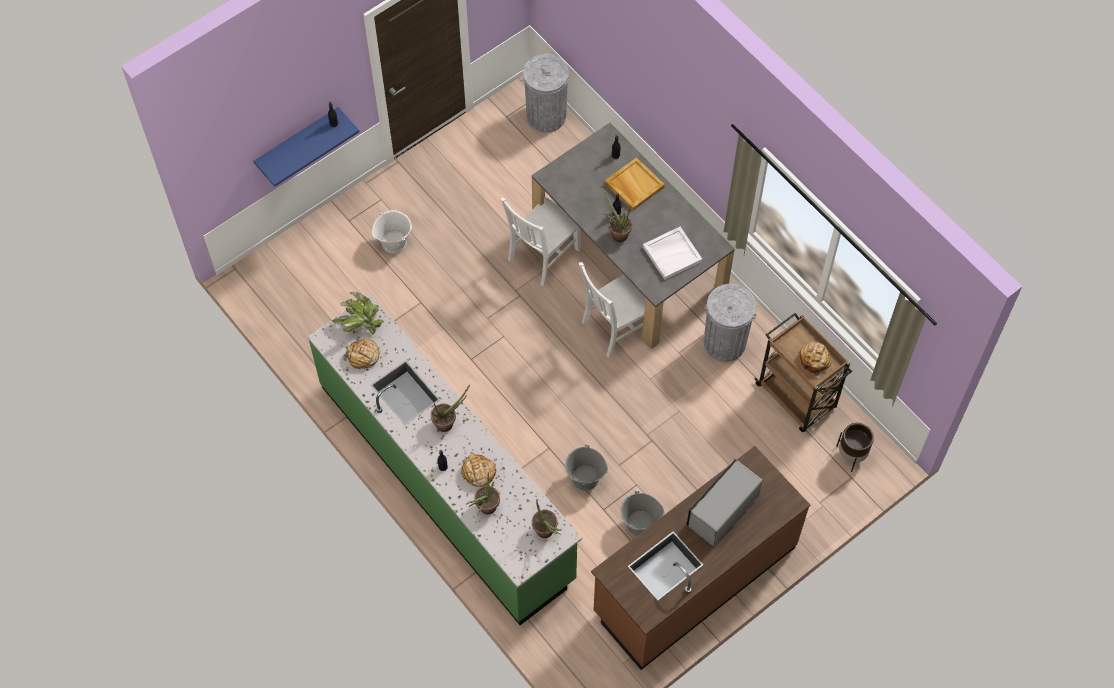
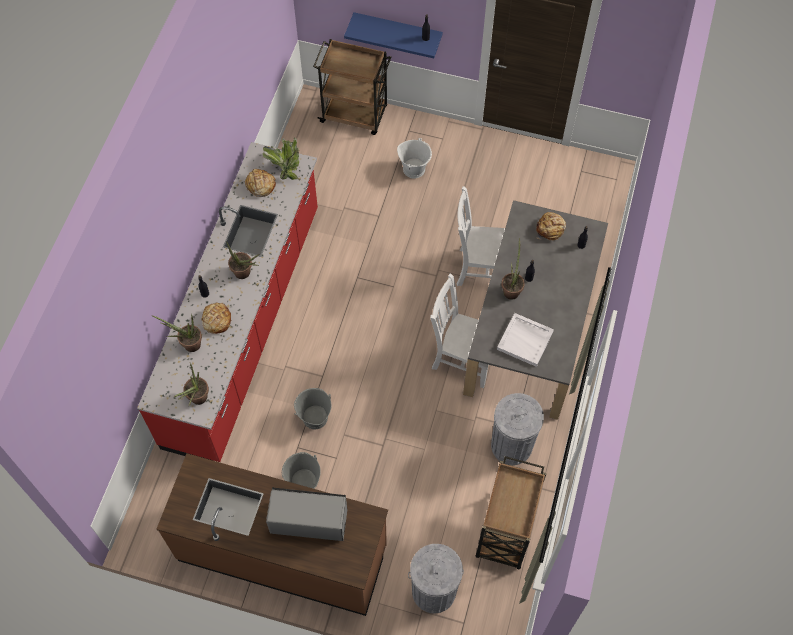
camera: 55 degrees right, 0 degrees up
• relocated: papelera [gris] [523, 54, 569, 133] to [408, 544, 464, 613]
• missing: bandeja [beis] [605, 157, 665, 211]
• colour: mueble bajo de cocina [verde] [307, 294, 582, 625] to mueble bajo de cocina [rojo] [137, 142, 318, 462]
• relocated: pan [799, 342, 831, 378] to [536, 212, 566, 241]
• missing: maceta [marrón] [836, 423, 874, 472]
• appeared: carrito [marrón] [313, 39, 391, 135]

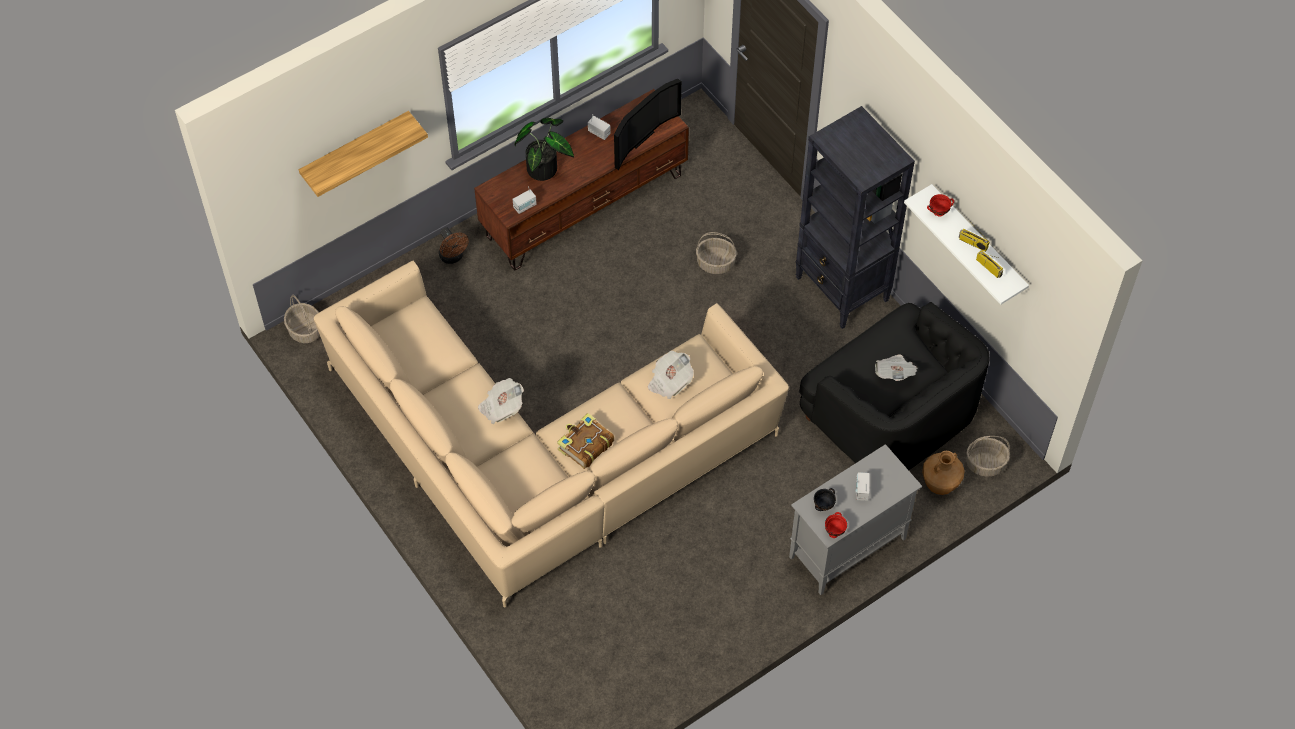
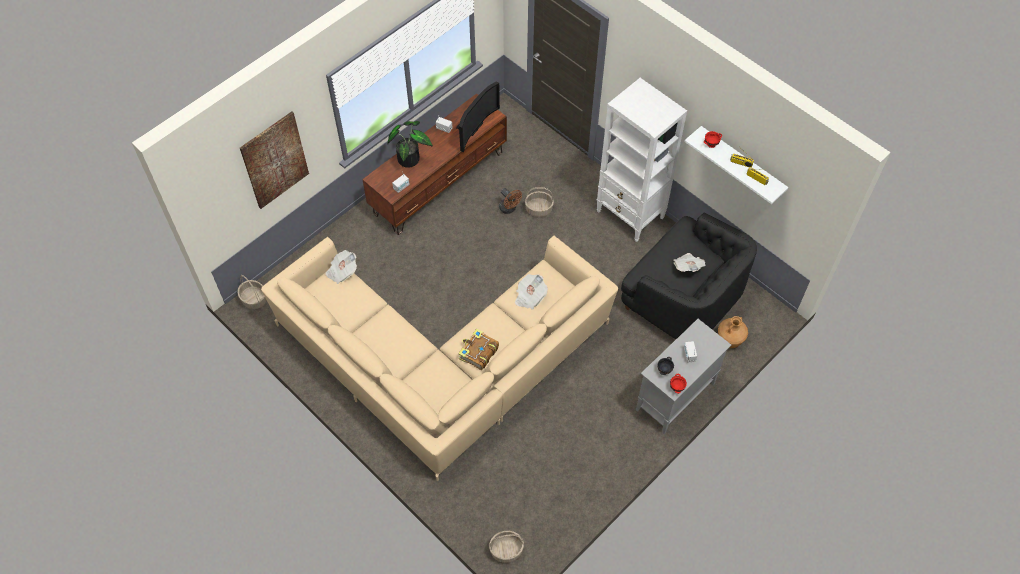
camera: 10 degrees left, 0 degrees up
• colour: estantería [negro] [795, 106, 915, 329] to estantería [blanco] [596, 78, 687, 242]
• exchanged: estante [299, 111, 428, 197] to cuadro [240, 111, 309, 209]
• relocated: ventilador [marrón] [439, 227, 469, 264] to [499, 188, 522, 214]
• relocated: periódico [478, 378, 524, 424] to [325, 250, 357, 284]
• relocated: cesta [966, 436, 1010, 477] to [489, 531, 524, 563]

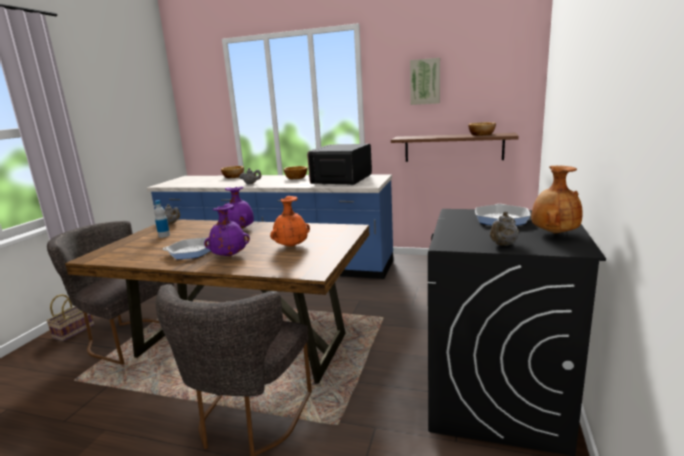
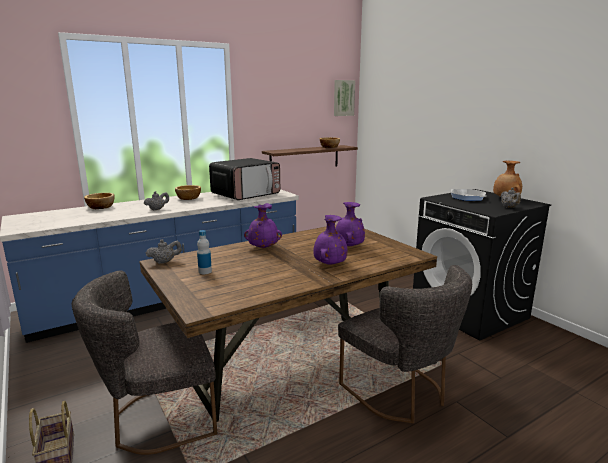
camera: 50 degrees left, 0 degrees up
• relocated: cuadro [410, 58, 440, 105] to [334, 80, 355, 116]
• spun: microondas [307, 144, 372, 185] = [209, 158, 280, 200] 105 degrees counterclockwise
• colour: florero [naranja] [270, 196, 310, 246] to florero [morado] [335, 202, 365, 247]
• missing: sartén [163, 238, 211, 259]

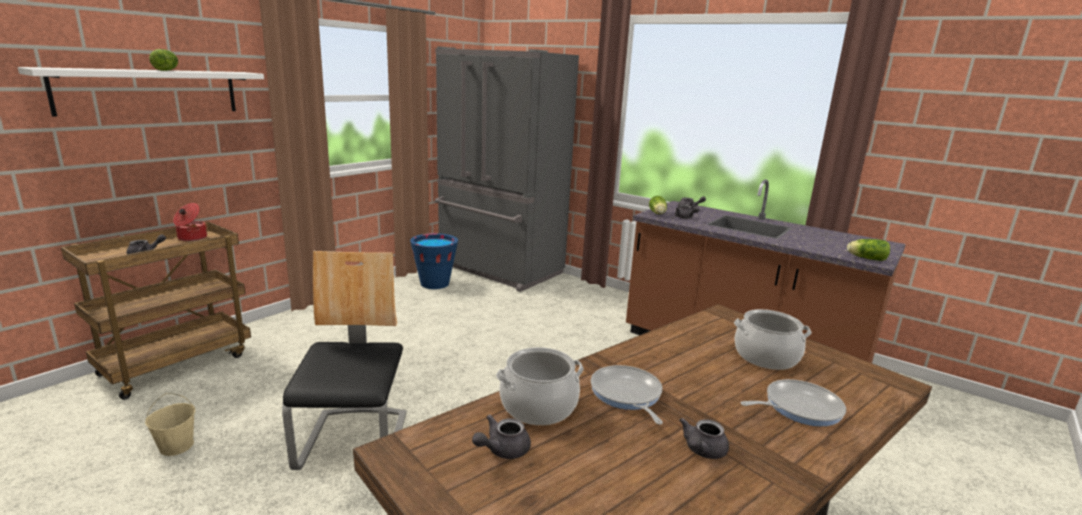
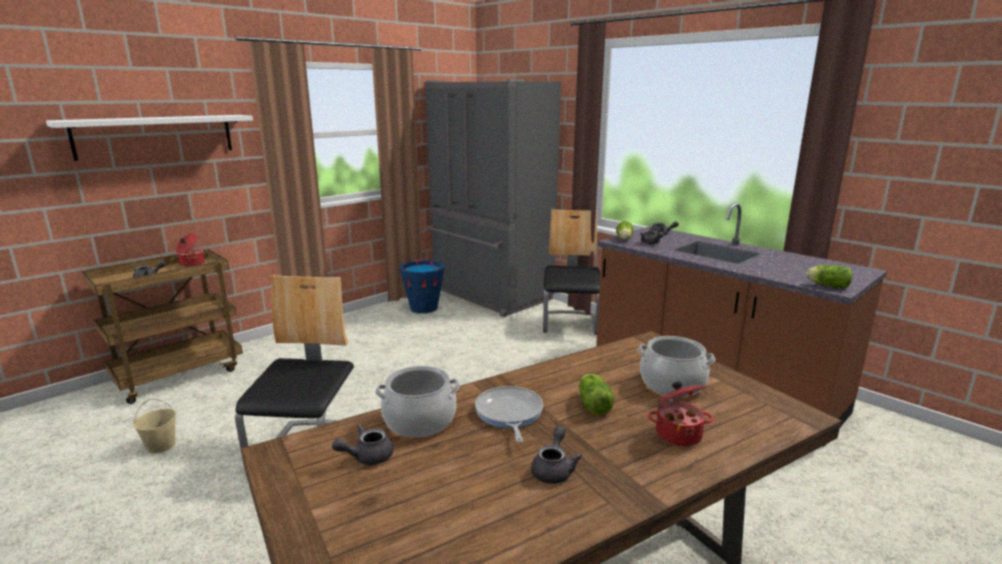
camera: 10 degrees right, 0 degrees up
• relocated: lechuga [149, 49, 178, 71] to [579, 374, 615, 416]
• exchanged: sartén [740, 379, 846, 426] to olla [648, 381, 714, 447]
• spun: tetera [gris] [679, 418, 729, 459] = [531, 426, 582, 484] 150 degrees clockwise
• appeared: silla [543, 209, 600, 335]

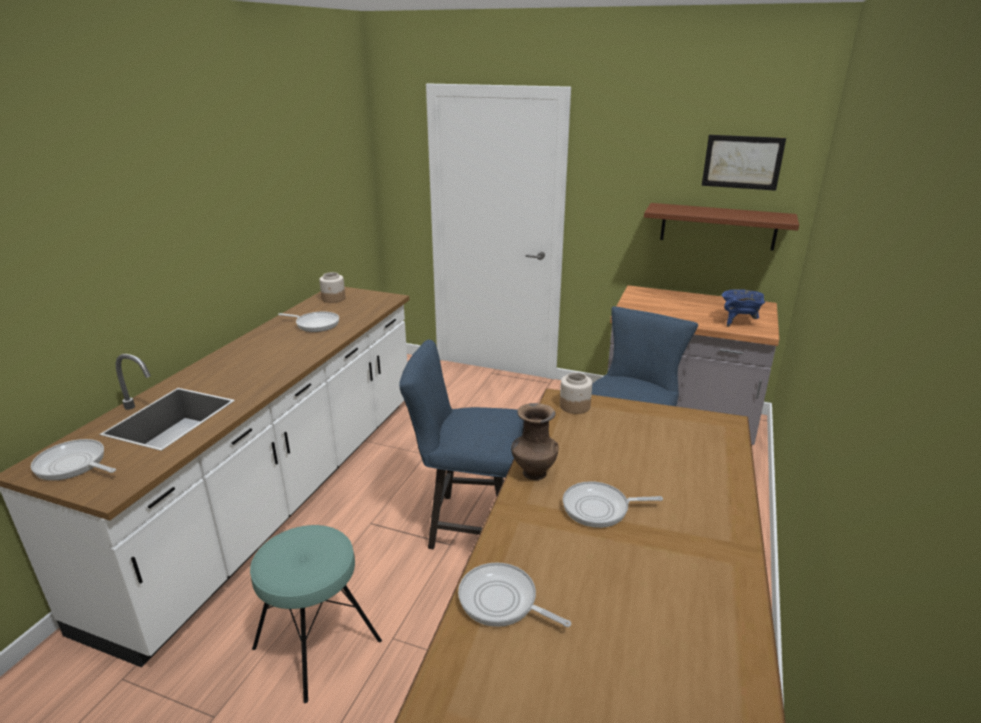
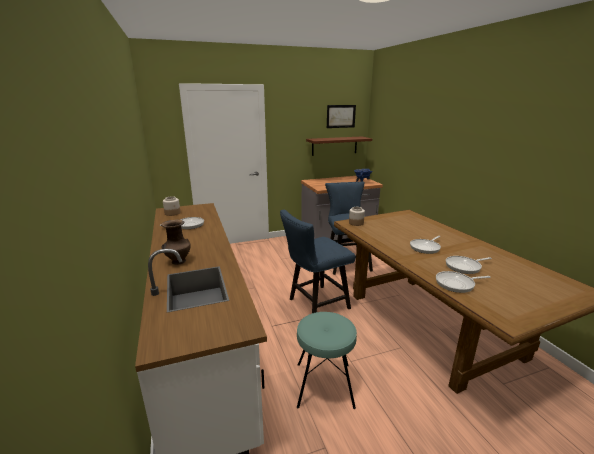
camera: 40 degrees left, 5 degrees down
• relocated: florero [marrón] [511, 403, 558, 480] to [161, 220, 191, 265]
• relocated: sartén [31, 439, 116, 480] to [446, 256, 492, 274]

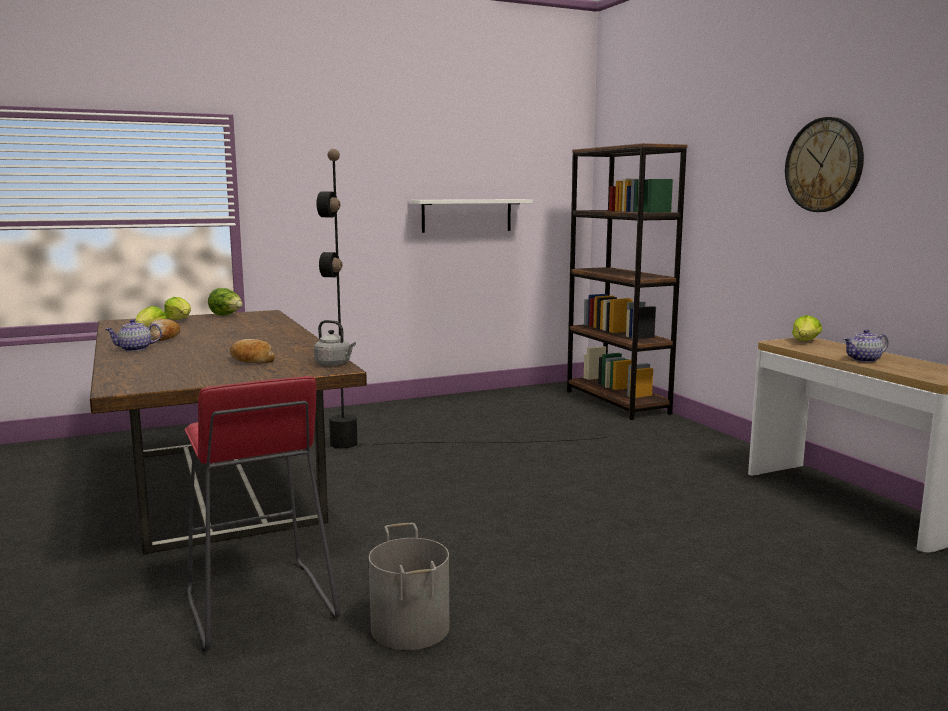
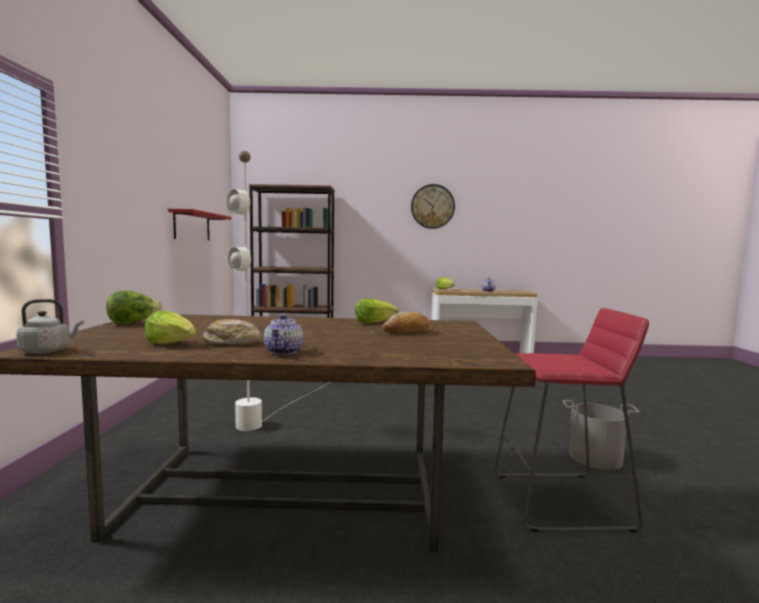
camera: 65 degrees left, 5 degrees down
• colour: lámpara de pie [negro] [317, 149, 608, 449] to lámpara de pie [blanco] [227, 151, 330, 431]
• colour: estante [blanco] [410, 199, 533, 233] to estante [rojo] [168, 209, 231, 240]
• relocated: lechuga [164, 297, 191, 320] to [355, 299, 398, 323]
• relocated: hervidor [gris] [314, 320, 356, 366] to [16, 299, 84, 354]

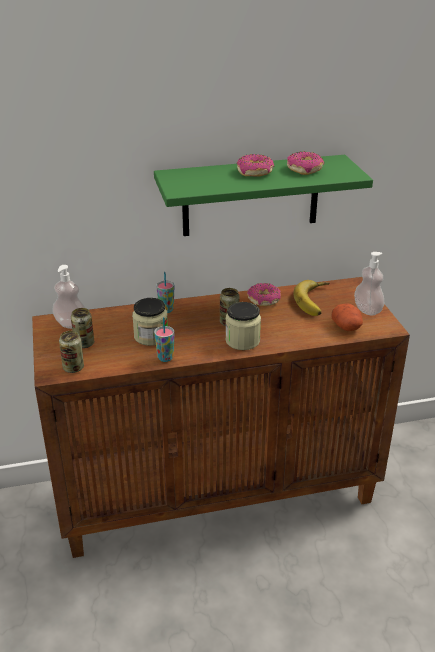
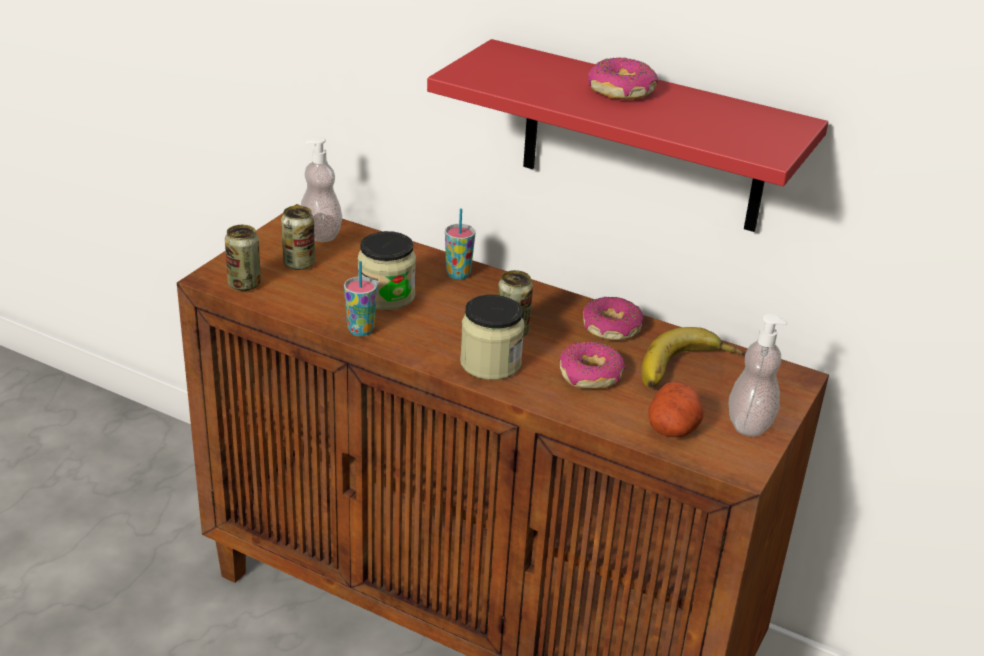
camera: 40 degrees right, 0 degrees up
• relocated: rosquilla [287, 152, 324, 175] to [559, 342, 625, 389]
• colour: estante [verde] [154, 155, 373, 236] to estante [rojo] [427, 39, 828, 232]

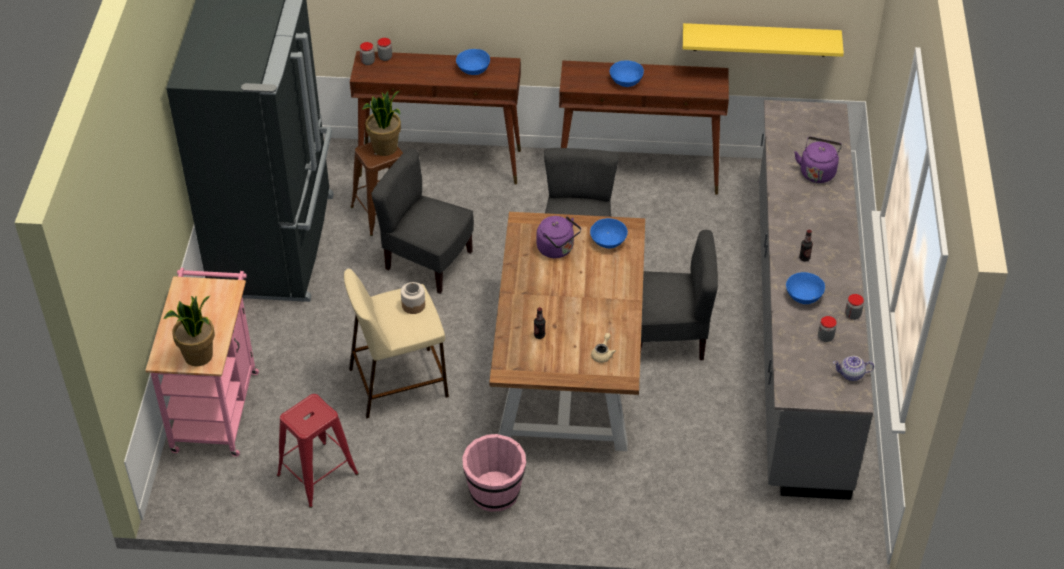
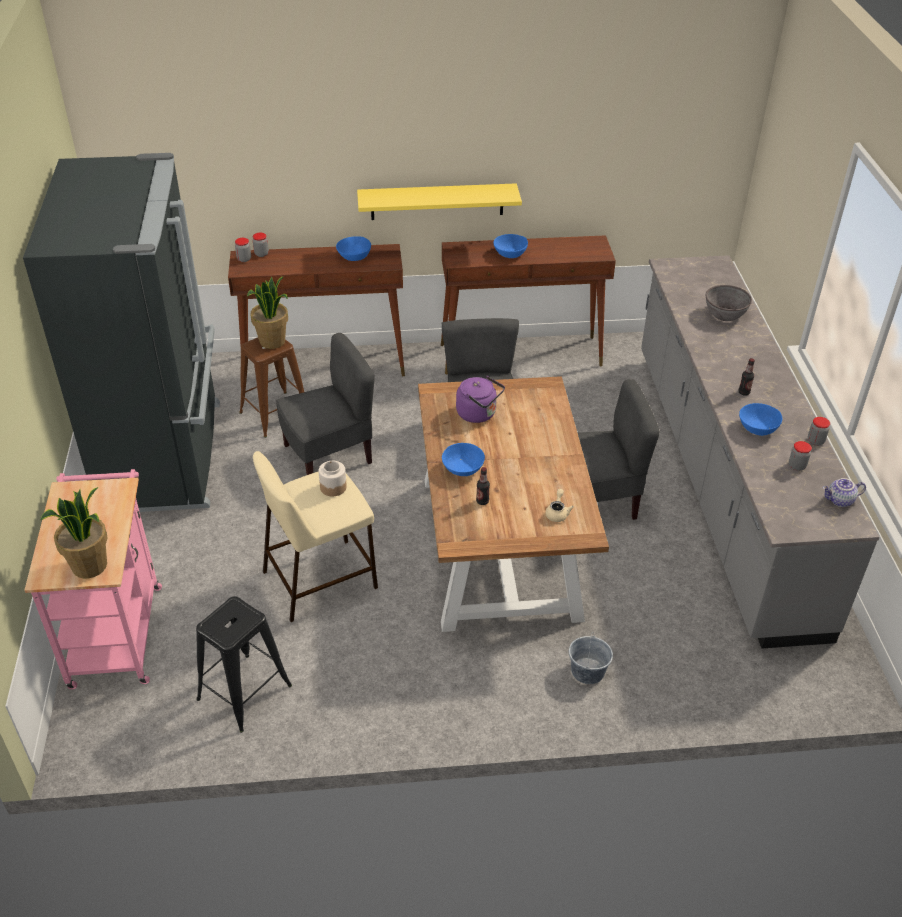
camera: 10 degrees left, 5 degrees down
• relocated: estante [amarillo] [683, 23, 844, 57] to [357, 183, 522, 220]
• exchanged: hervidor [morado] [794, 137, 842, 183] to cuenco [gris] [706, 285, 752, 321]
• spun: silla [gris] [371, 148, 474, 294] = [276, 333, 375, 475] 135 degrees clockwise
• relocated: cuenco [azul] [590, 218, 628, 248] to [442, 443, 485, 476]
• colour: taburete [rojo] [277, 394, 359, 508] to taburete [negro] [196, 596, 292, 733]
• missing: cubo [rosa] [462, 434, 526, 512]
• appeared: cubo [gris] [569, 632, 613, 684]

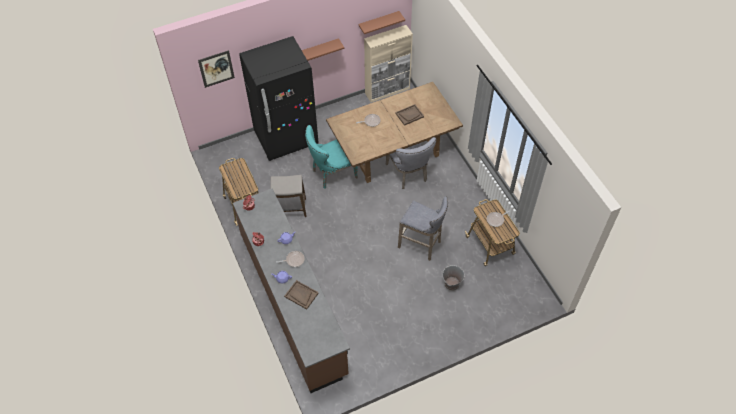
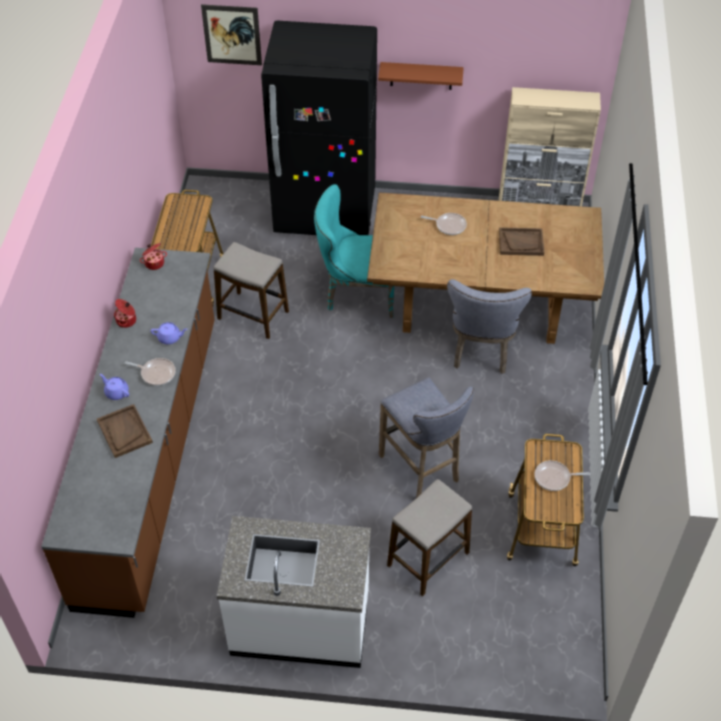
camera: 30 degrees right, 5 degrees down
• missing: estante [marrón] [358, 11, 405, 34]
• exchanged: cubo [gris] [442, 265, 466, 291] to taburete [387, 479, 472, 596]
• appeared: mueble bajo de cocina [blanco] [217, 516, 371, 668]

